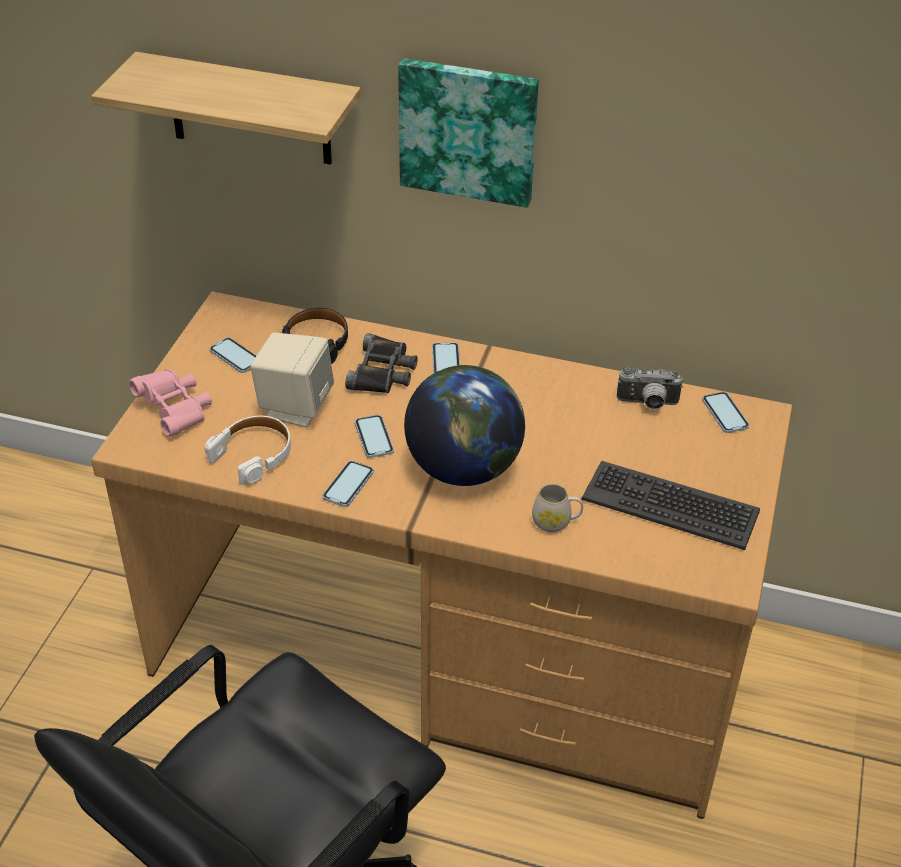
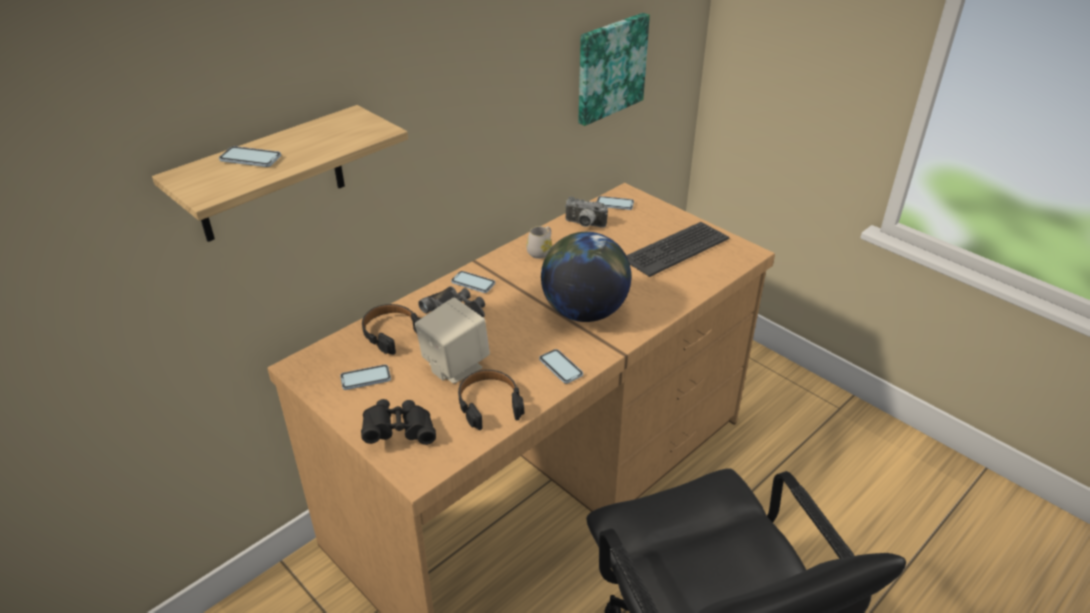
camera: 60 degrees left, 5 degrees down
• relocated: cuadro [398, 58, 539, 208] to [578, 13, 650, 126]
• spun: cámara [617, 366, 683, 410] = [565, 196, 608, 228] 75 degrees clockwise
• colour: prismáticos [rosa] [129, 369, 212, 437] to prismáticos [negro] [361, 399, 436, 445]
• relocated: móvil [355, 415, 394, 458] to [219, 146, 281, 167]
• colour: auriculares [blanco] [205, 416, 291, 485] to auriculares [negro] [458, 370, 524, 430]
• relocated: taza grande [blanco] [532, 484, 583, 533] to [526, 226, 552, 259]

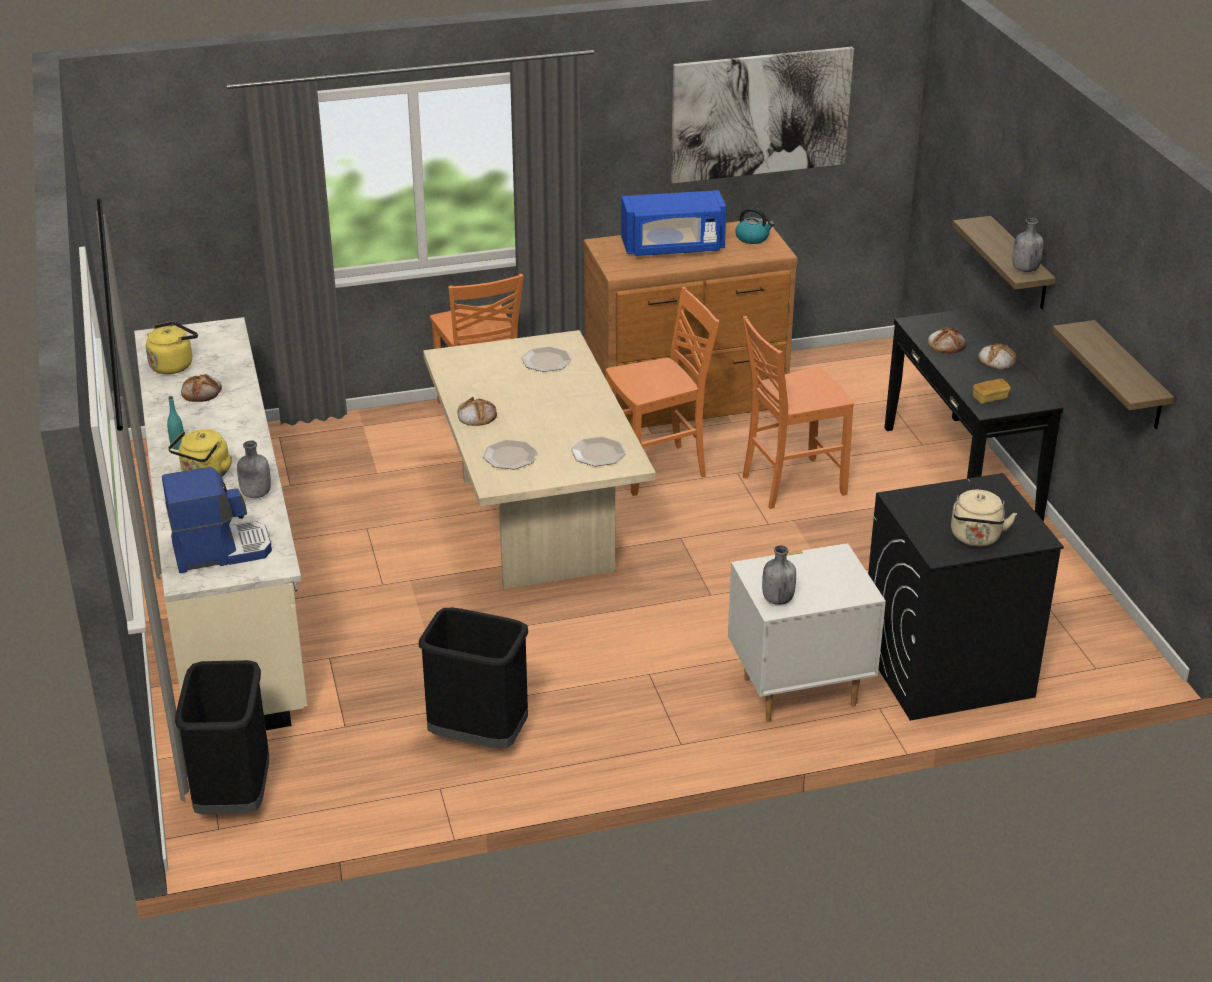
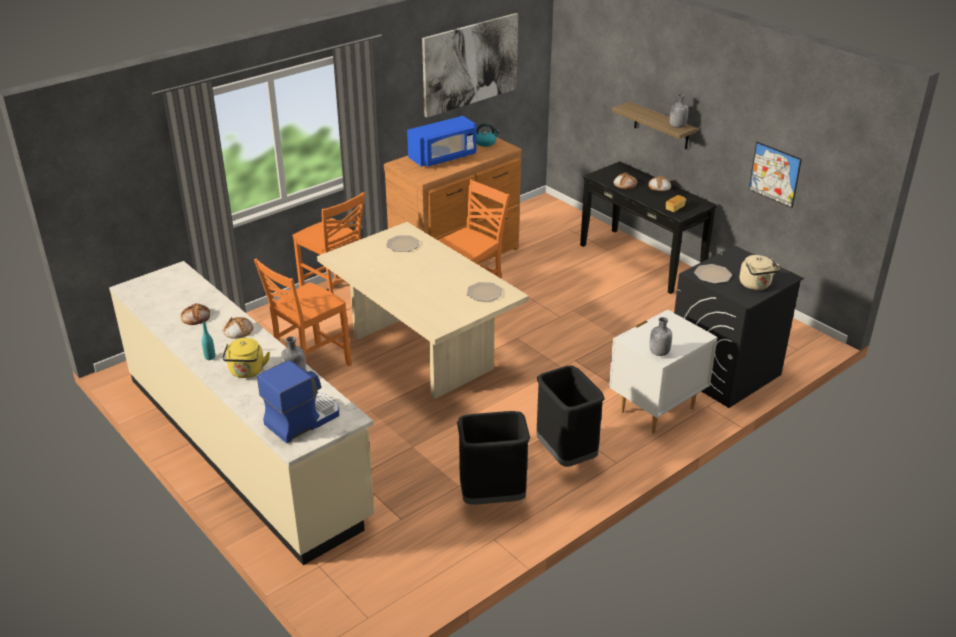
camera: 25 degrees left, 0 degrees up
• relocated: silla [naranja] [743, 316, 854, 509] to [254, 258, 352, 366]
• exchanged: estante [1052, 320, 1174, 429] to cuadro [749, 142, 802, 208]
• missing: hervidor [amarillo] [146, 322, 198, 374]
• relocated: pan [457, 397, 497, 426] to [222, 317, 253, 339]
• relocated: plato [483, 440, 537, 469] to [694, 264, 732, 284]
• relocated: papelera [negro] [175, 660, 269, 815] to [536, 365, 605, 467]

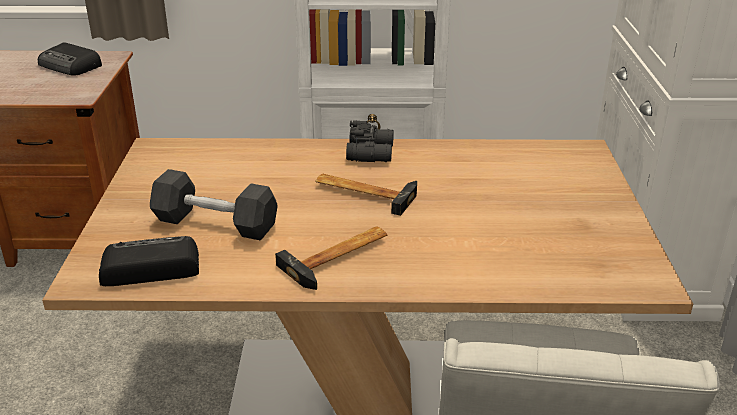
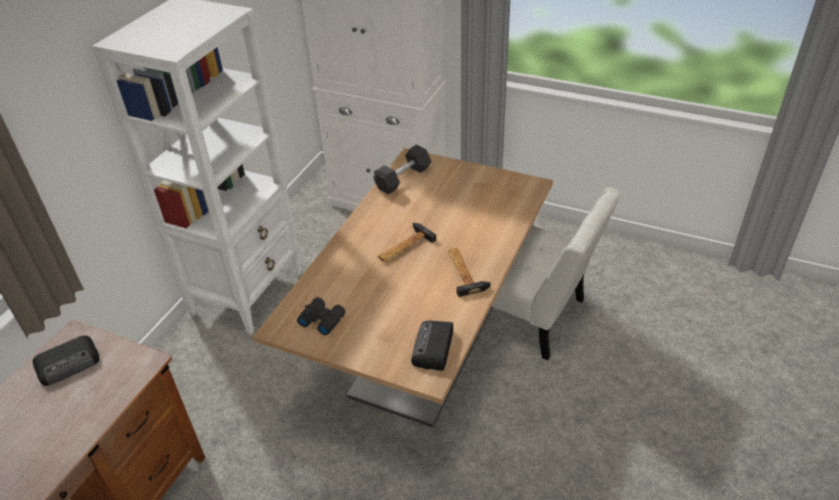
camera: 65 degrees left, 10 degrees up
• relocated: prismáticos [negro] [346, 120, 394, 162] to [297, 297, 345, 335]
• relocated: mancuerna [gris] [150, 169, 278, 241] to [373, 145, 432, 194]

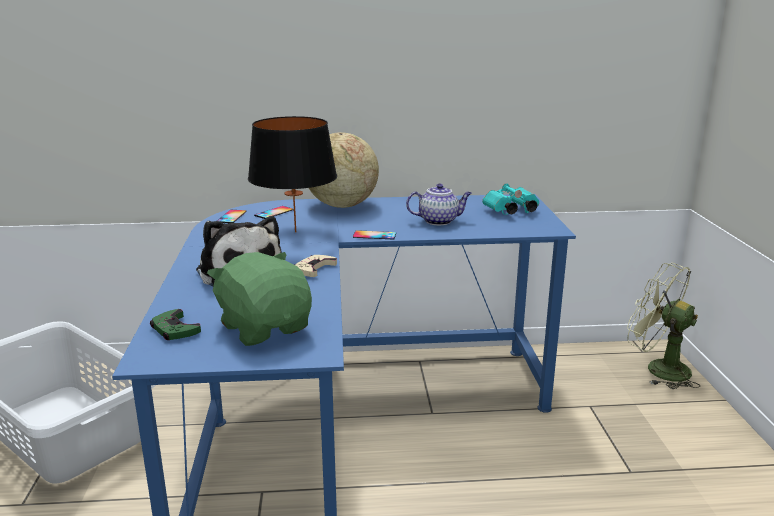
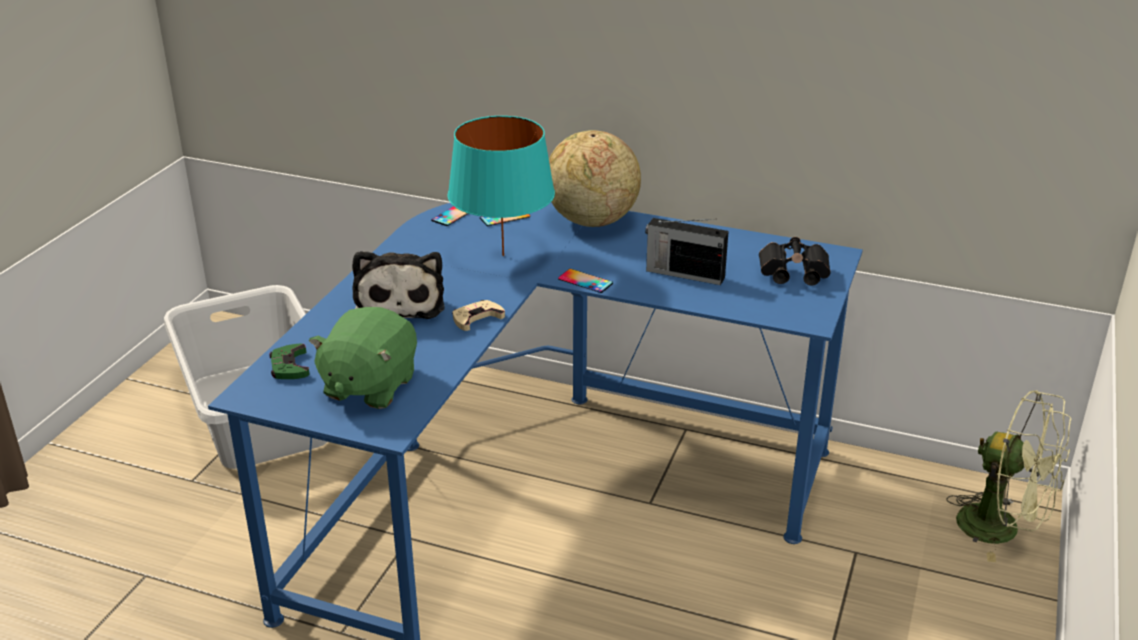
camera: 25 degrees right, 10 degrees up
• colour: lámpara de mesa [negro] [248, 116, 337, 232] to lámpara de mesa [turquesa] [448, 116, 555, 256]
• exchanged: tetera [406, 183, 472, 225] to radio [645, 218, 729, 285]
• colour: prismáticos [turquesa] [482, 183, 539, 215] to prismáticos [negro] [759, 237, 831, 285]
• spun: peluche [verde] [207, 252, 312, 346] = [309, 307, 417, 409] 150 degrees counterclockwise
• spun: ventilador [verde] [627, 263, 700, 389] = [946, 390, 1071, 562] 150 degrees clockwise

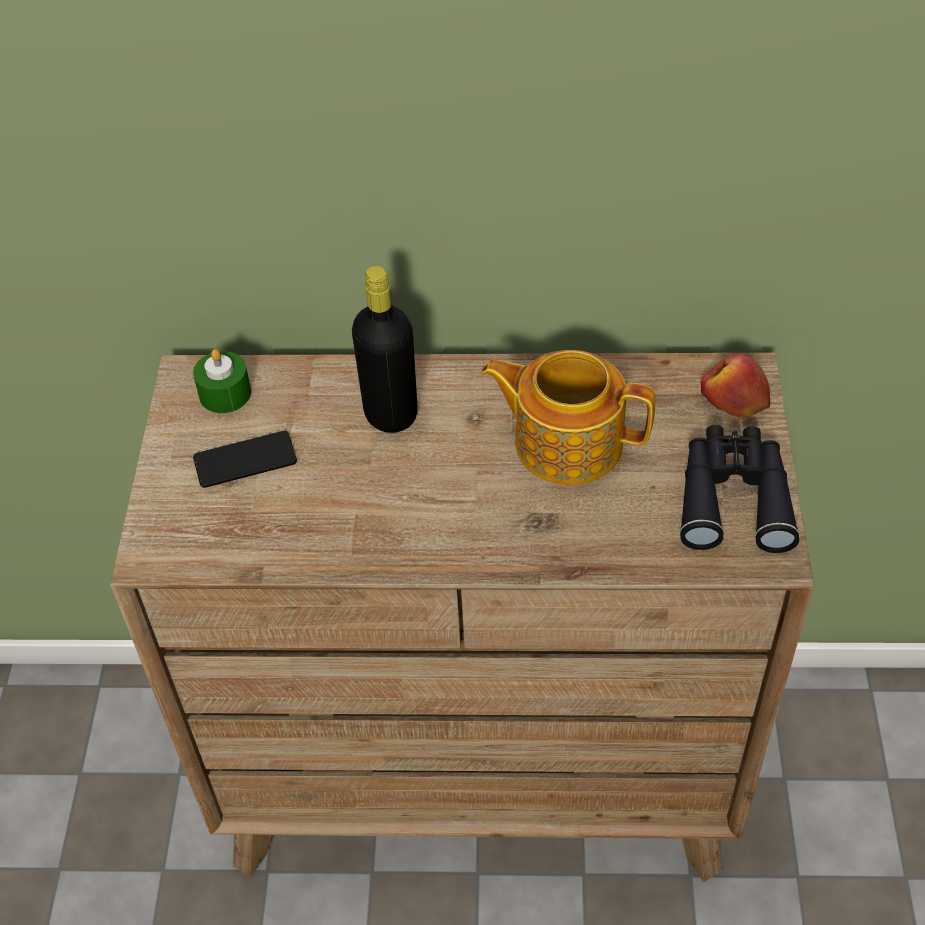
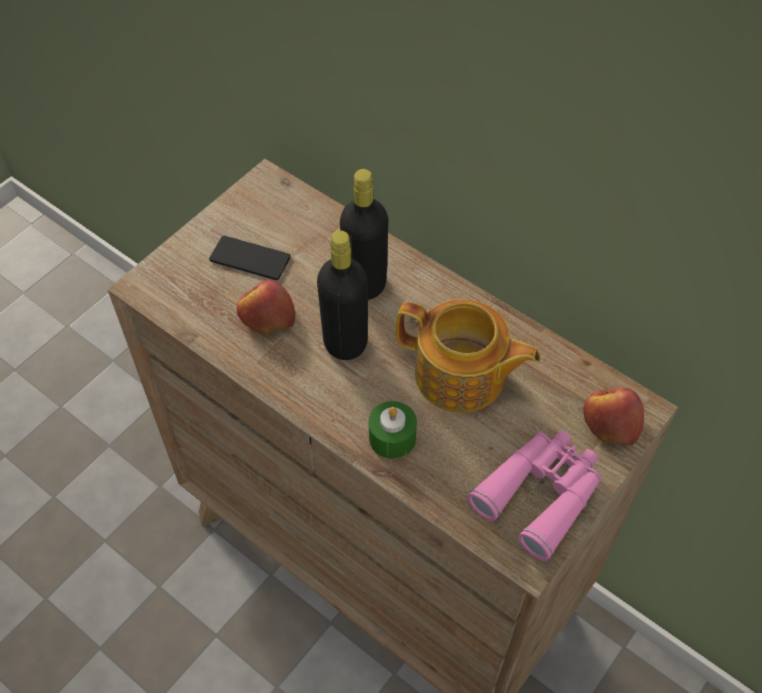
camera: 35 degrees right, 5 degrees up
• relocated: vela [verde] [193, 349, 251, 413] to [369, 401, 417, 459]
• spun: tetera [481, 350, 655, 485] = [396, 299, 541, 413] 150 degrees clockwise
• colour: prismáticos [negro] [680, 425, 800, 553] to prismáticos [rosa] [467, 430, 602, 561]
• appeared: botella [negro] [317, 230, 368, 360]
• appeared: manzana [237, 280, 295, 334]

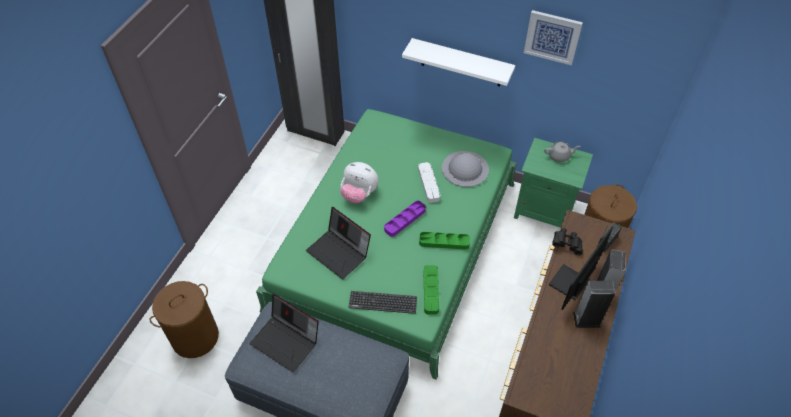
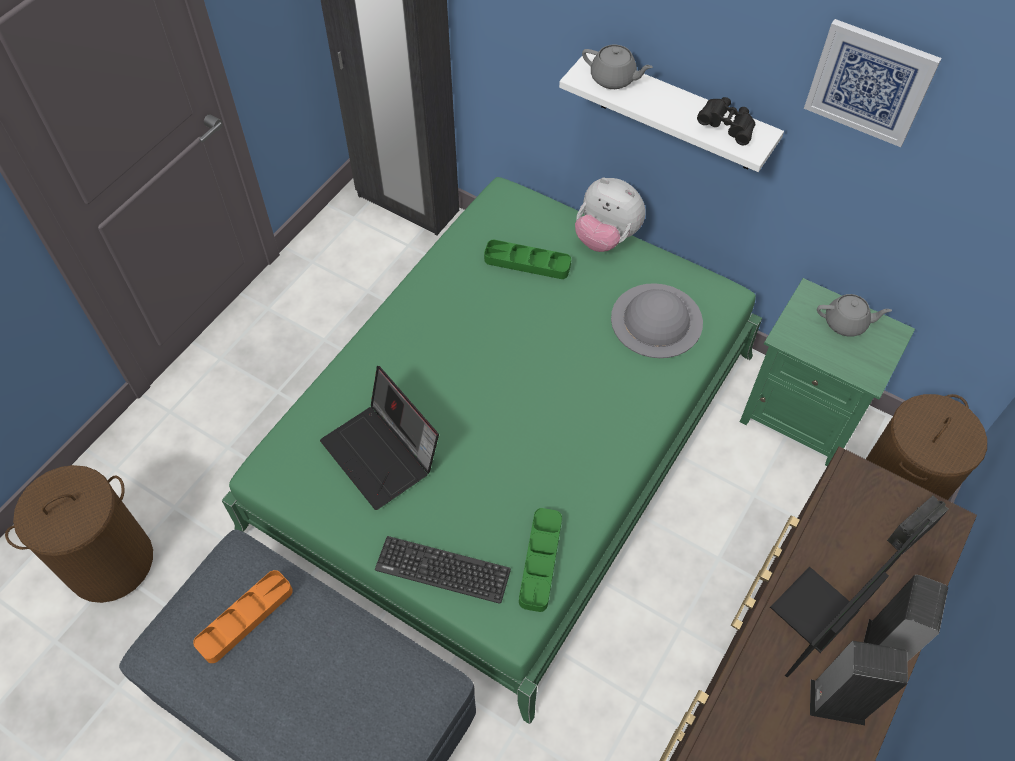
camera: 10 degrees right, 5 degrees up
• relocated: peluche [340, 162, 378, 203] to [575, 178, 646, 252]
• missing: bandeja [gris] [418, 162, 440, 203]
• missing: bandeja [morado] [384, 201, 426, 237]
• relocated: prismáticos [negro] [552, 228, 583, 255] to [697, 97, 755, 145]
• relocated: bandeja [verde] [419, 232, 470, 249] to [484, 240, 571, 279]
• exchanged: portátil [249, 293, 319, 372] to bandeja [naranja] [193, 570, 293, 663]
• appeared: tetera [gris] [582, 45, 653, 89]

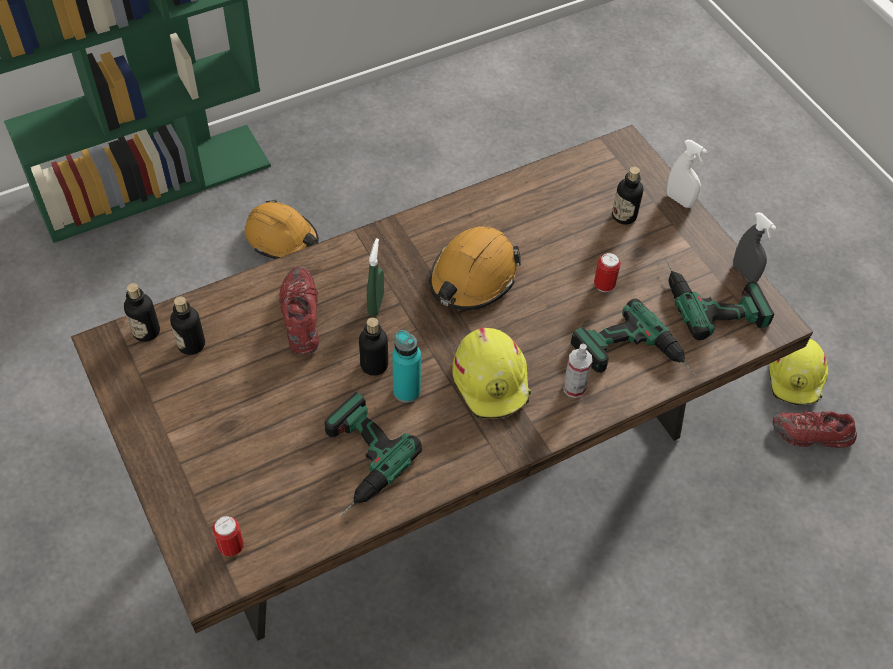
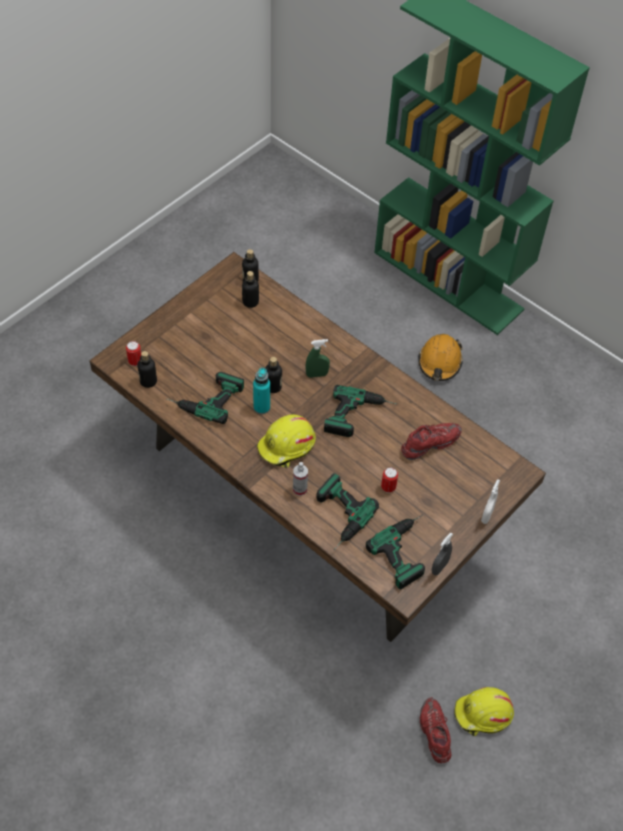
camera: 70 degrees right, 0 degrees up
• relocated: botella [612, 167, 643, 225] to [137, 351, 157, 388]
• exchanged: casco [naranja] [429, 226, 521, 310] to taladro [324, 385, 397, 437]
• relocated: zapato [rojo] [279, 266, 319, 355] to [401, 423, 462, 460]

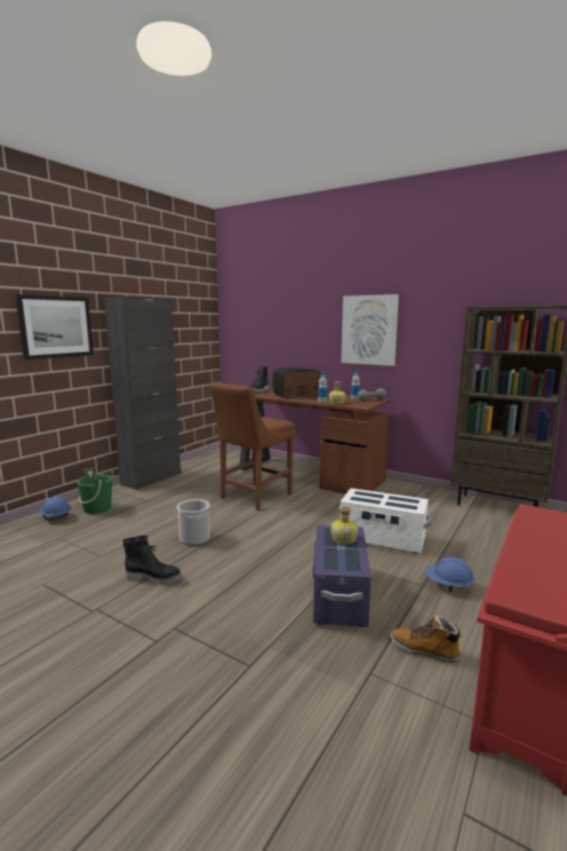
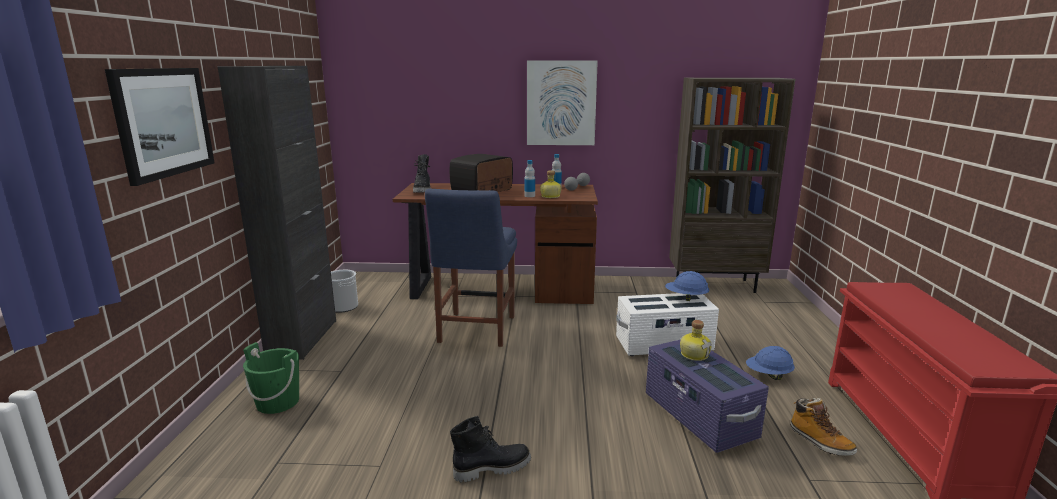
camera: 30 degrees left, 5 degrees up
• colour: silla [marrón] [210, 382, 296, 511] to silla [azul] [425, 189, 517, 347]
• relocated: casco [azul] [40, 496, 71, 520] to [665, 271, 710, 301]
• relocated: cubo [177, 499, 210, 546] to [331, 270, 358, 313]
• spun: bota [391, 615, 463, 663] = [790, 398, 857, 456] 120 degrees counterclockwise

